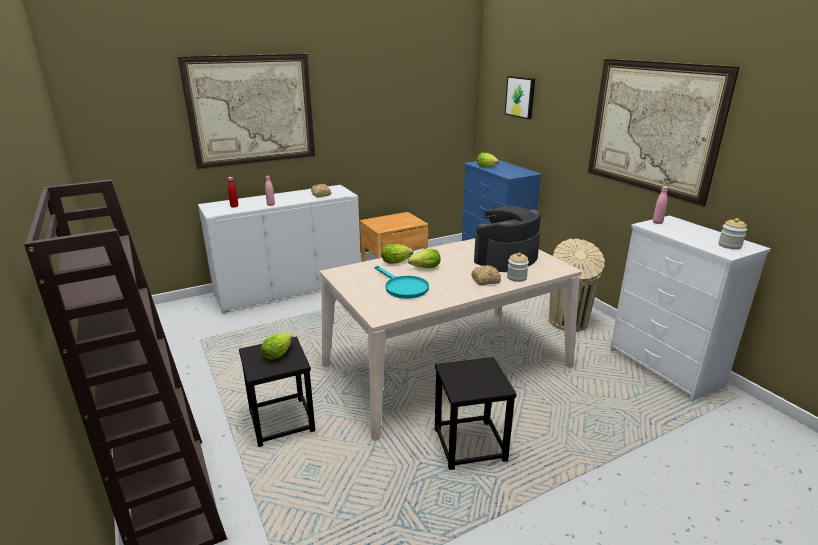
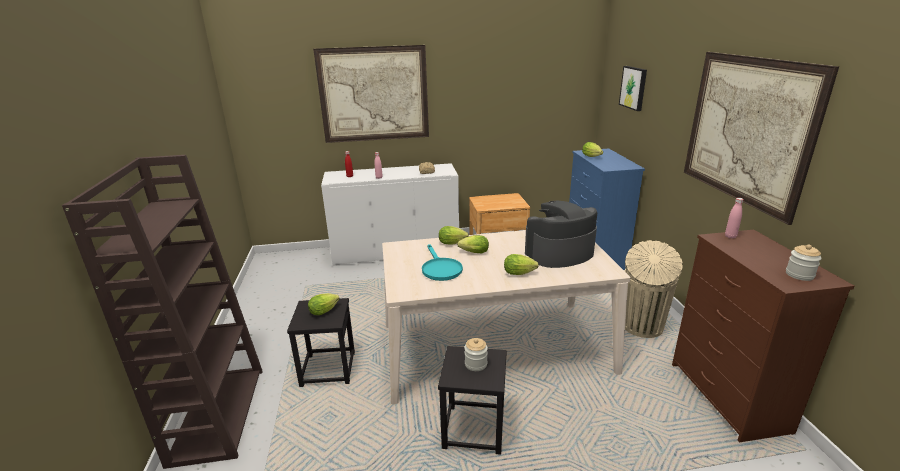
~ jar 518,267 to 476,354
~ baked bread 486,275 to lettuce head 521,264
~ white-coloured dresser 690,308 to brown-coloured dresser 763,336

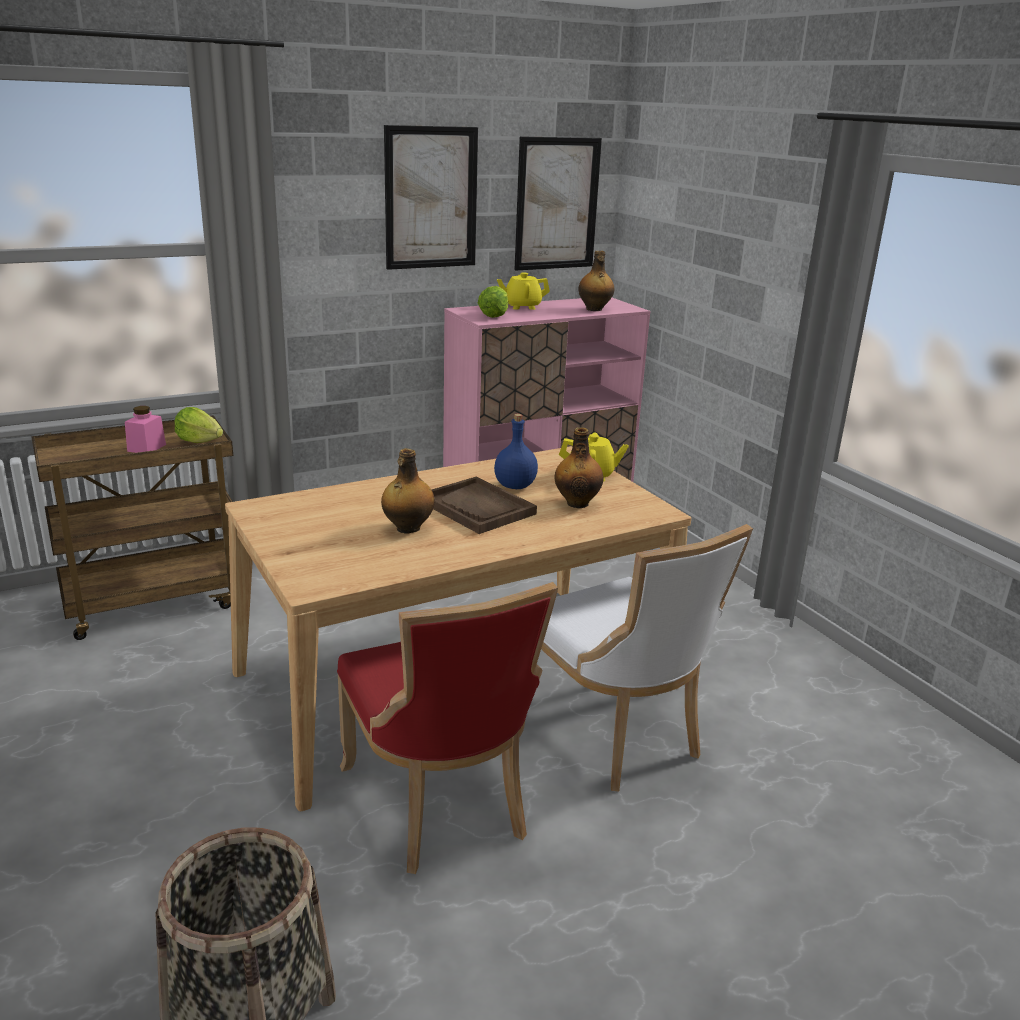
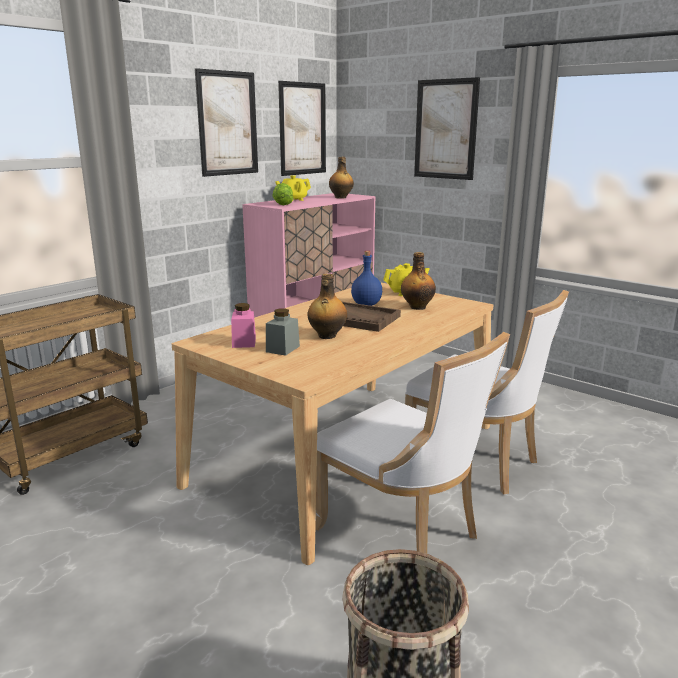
~ pinkish jar 145,429 to 243,325
+ gray jar 283,332
~ red chair 447,728 to white-coloured chair 412,443
+ wall picture 447,128
- lettuce head 198,425

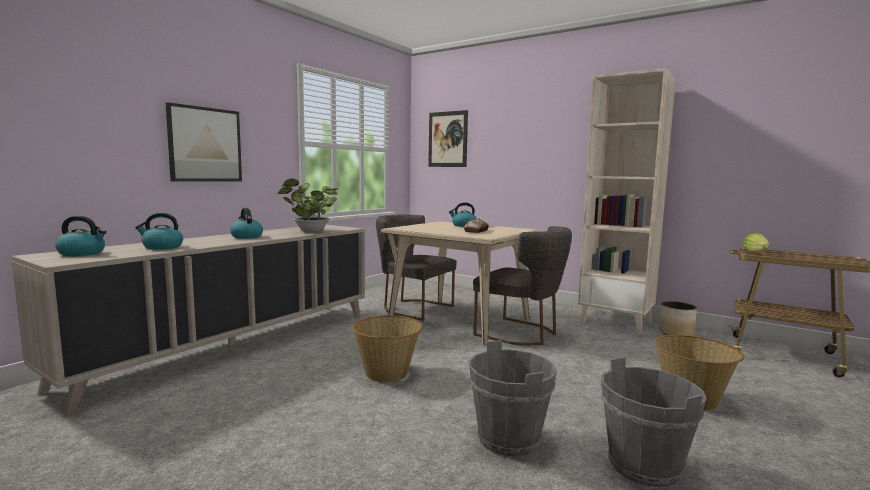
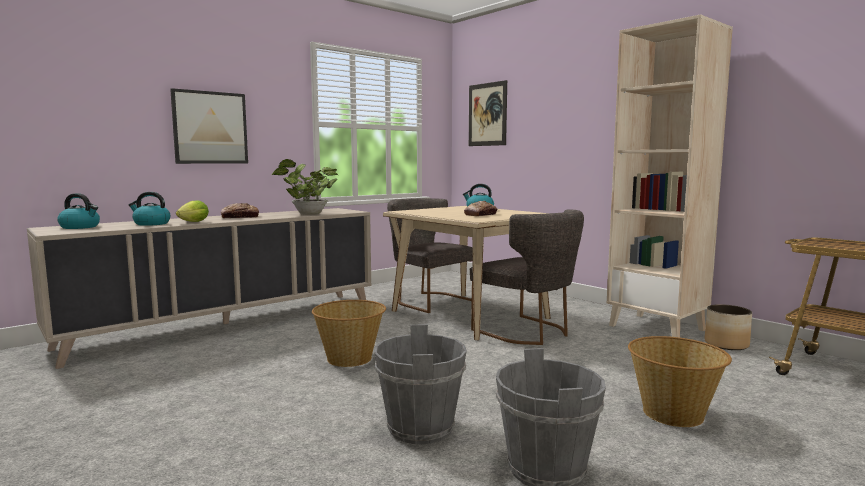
~ lettuce head 756,243 to 192,211
~ tea kettle 246,223 to baked bread 240,210

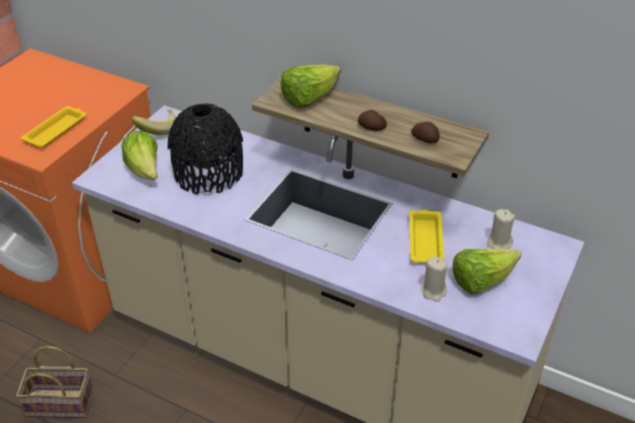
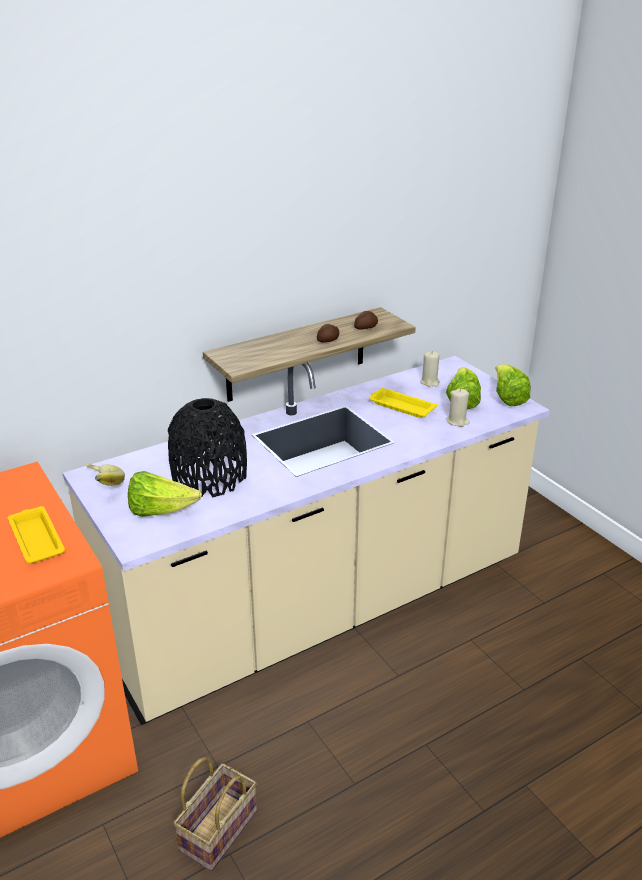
~ lettuce head 311,86 to 513,385

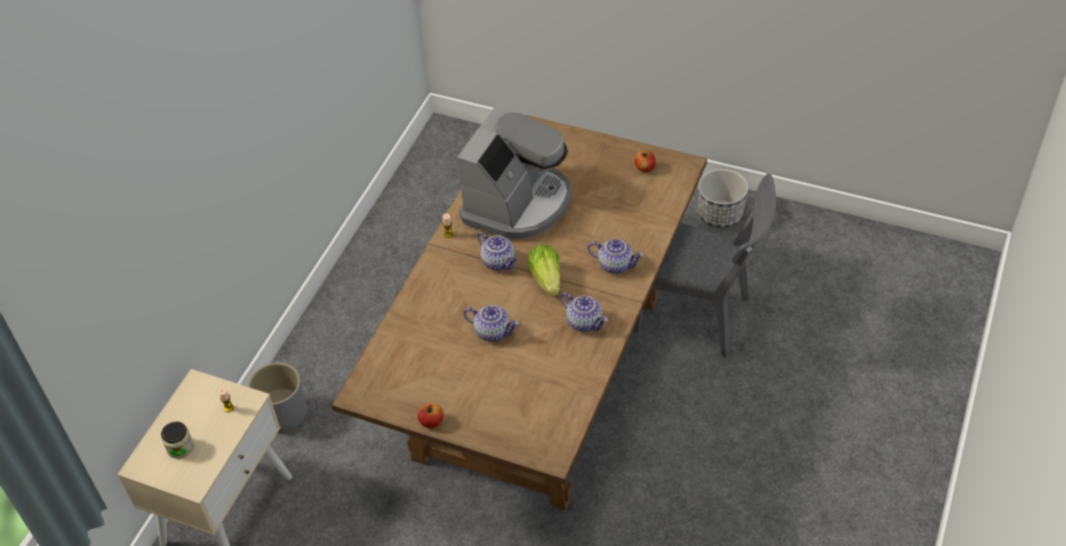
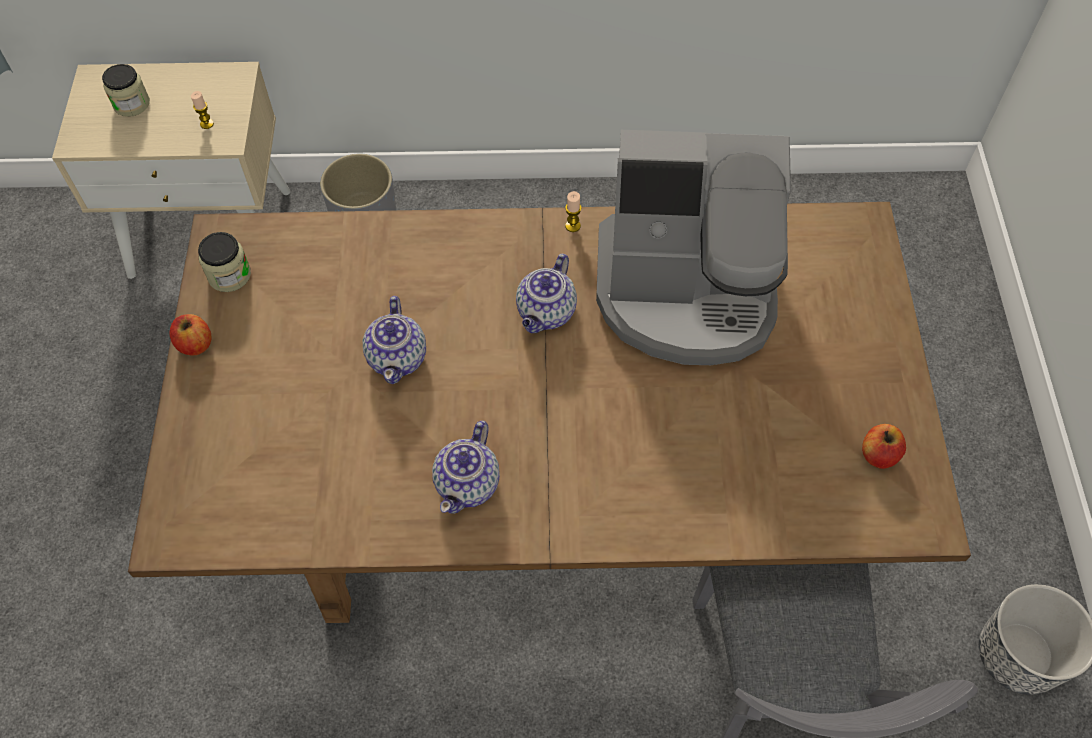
+ jar 224,262
- lettuce head 544,270
- pot for tea 616,256

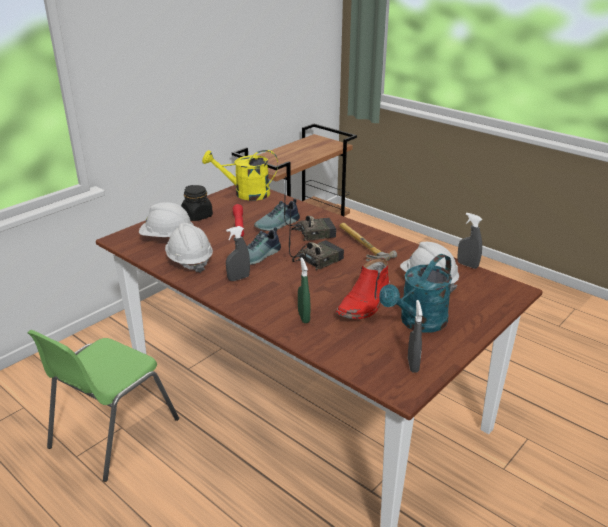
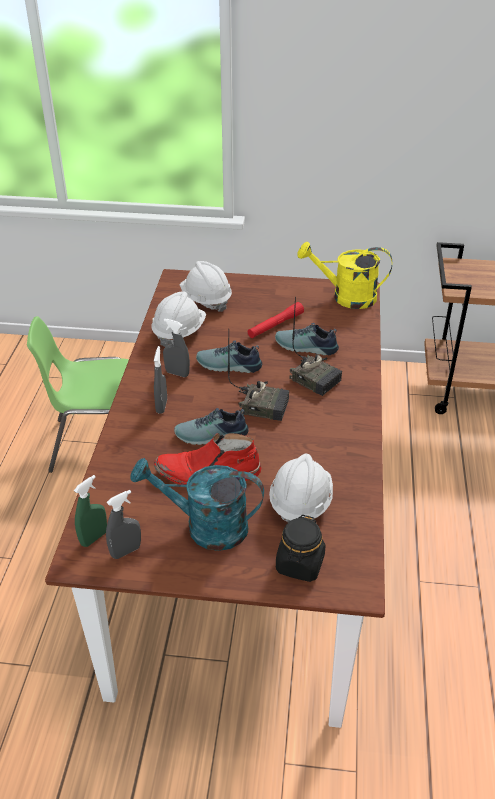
~ greenish hand sprayer 304,290 to 90,511
~ gray hand sprayer 470,241 to 160,380
+ item of footwear 211,426
~ black jar 197,203 to 301,548
~ yellow-coloured sprinkling can 240,175 = 344,275 45 degrees counterclockwise
- hand hammer 368,242

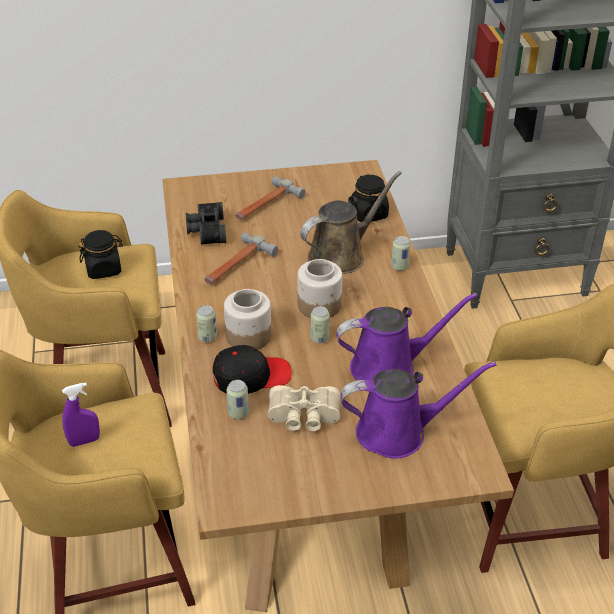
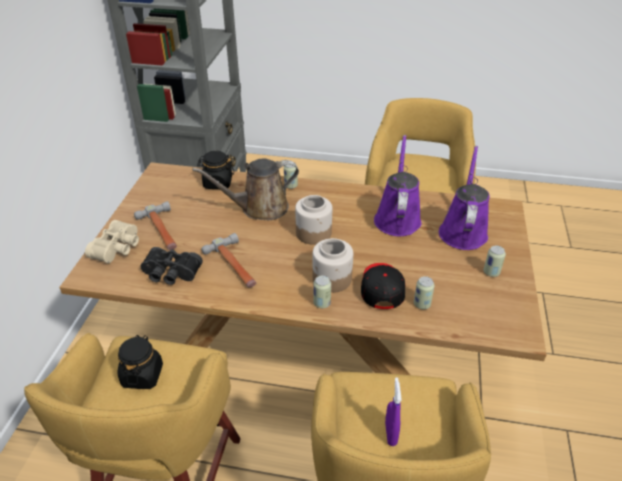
~ beige-coloured field glasses 304,408 to 112,241
~ brown-coloured sprinkling can 351,222 = 245,190 90 degrees counterclockwise
~ metal can 320,324 to 494,261

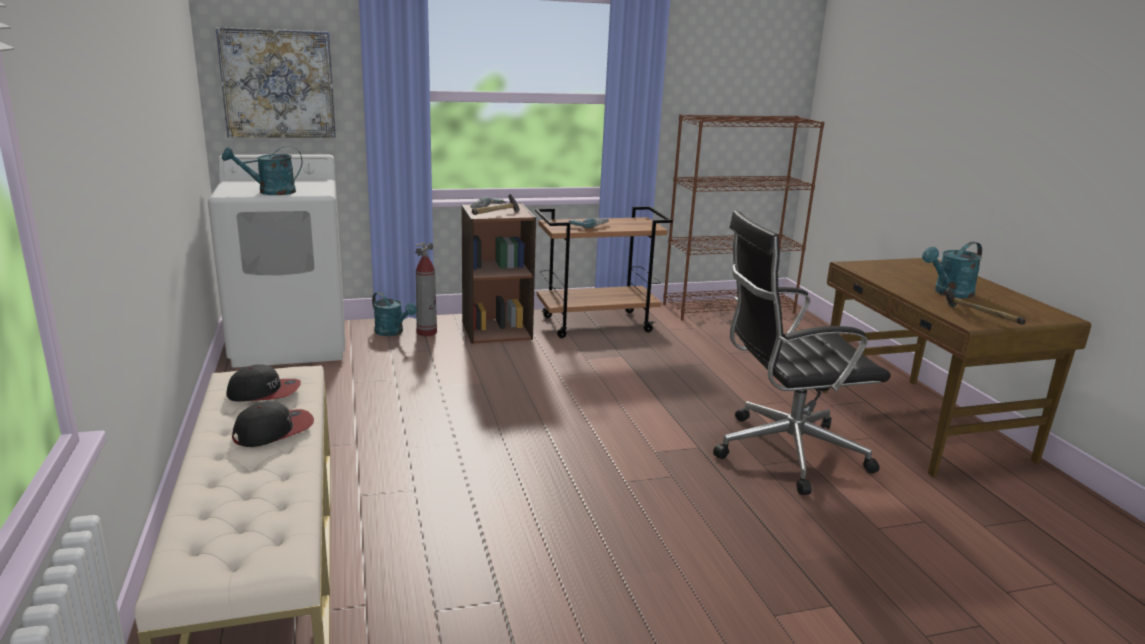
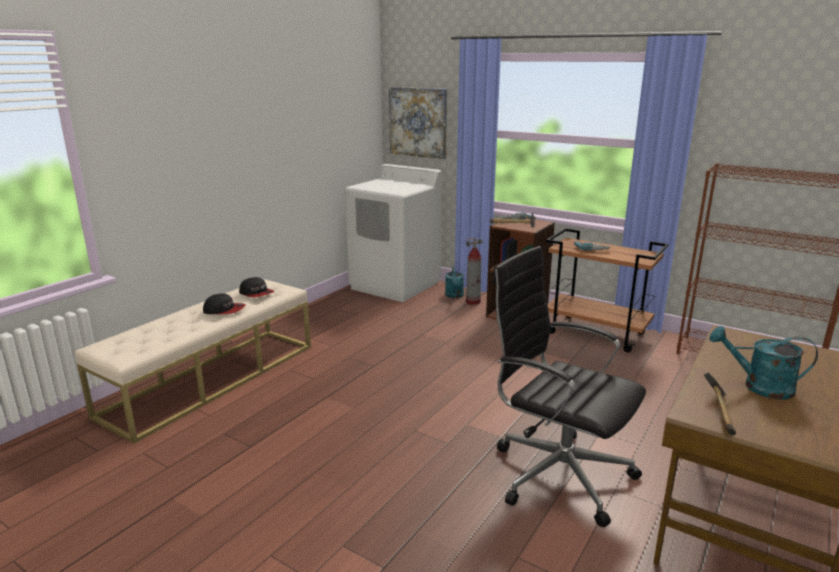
- turquoise sprinkling can 262,170

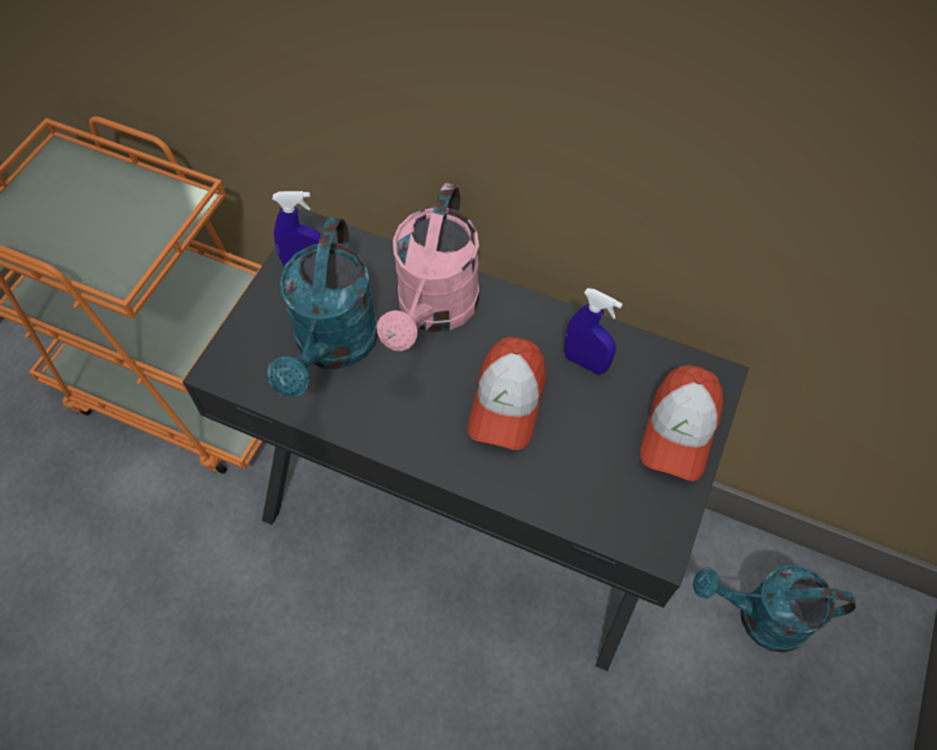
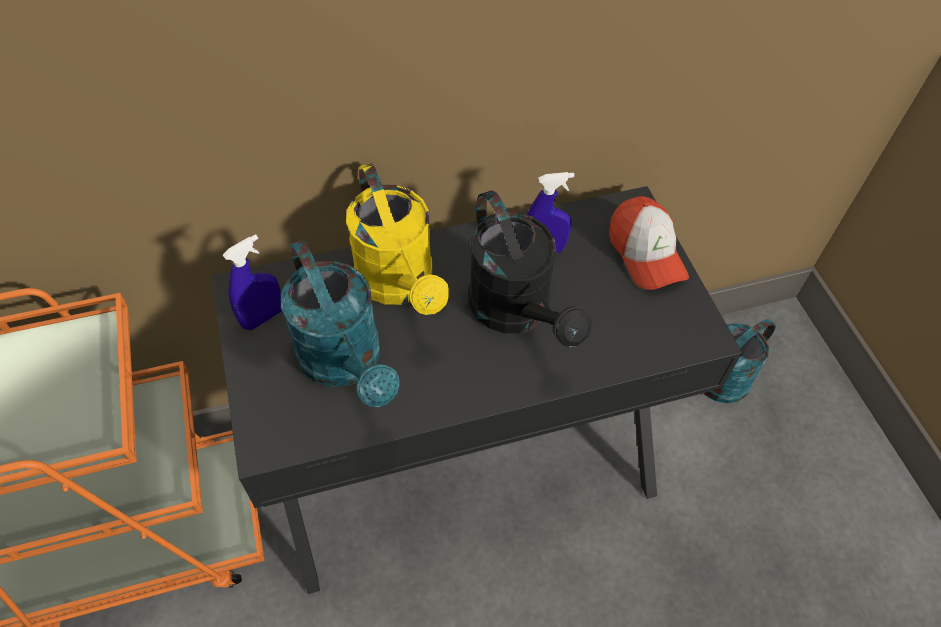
~ pinkish sprinkling can 428,267 to yellow-coloured sprinkling can 397,239
~ cap 507,393 to black sprinkling can 530,268

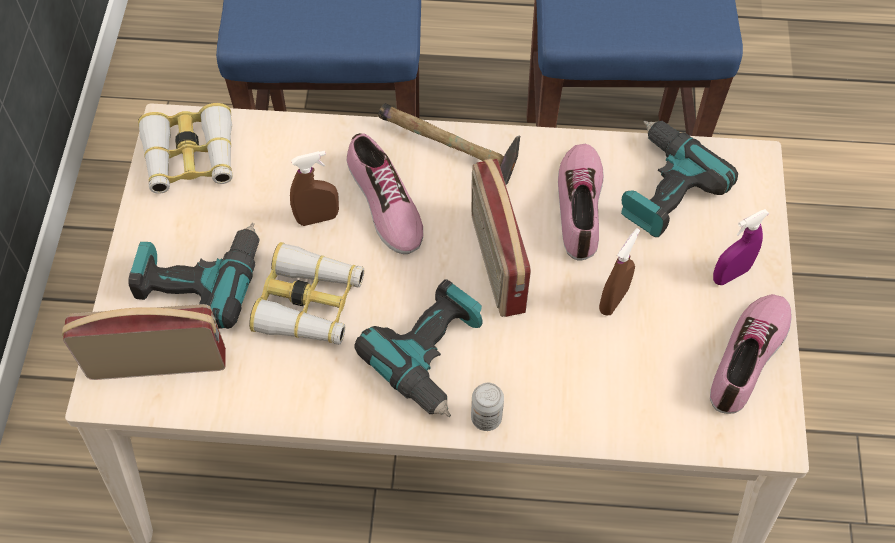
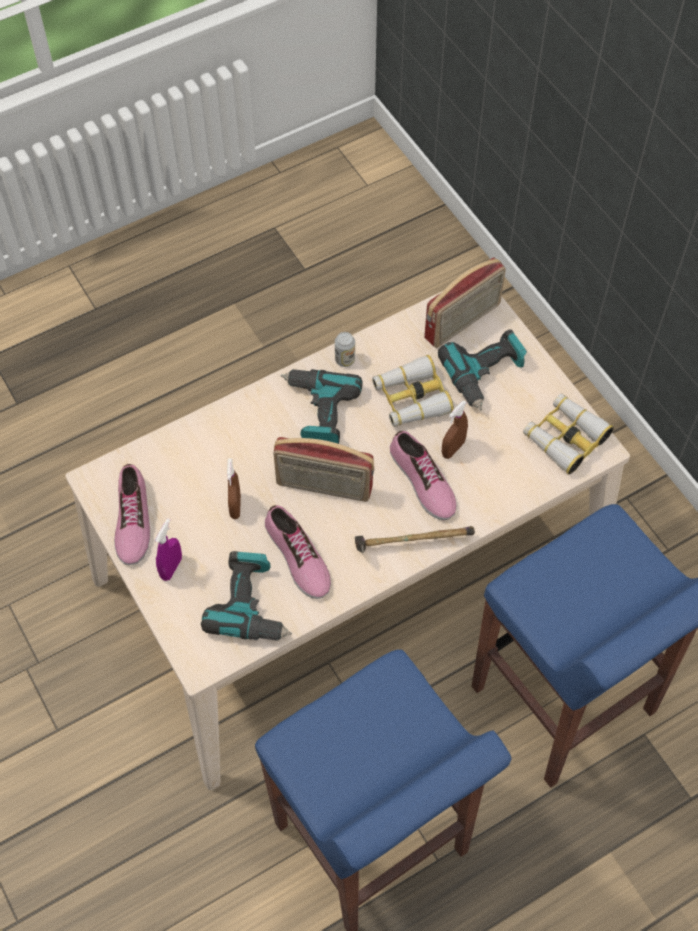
~ radio set 501,238 = 323,469 150 degrees clockwise
~ metal can 487,407 to 345,349
~ item of footwear 385,193 = 423,475 150 degrees counterclockwise

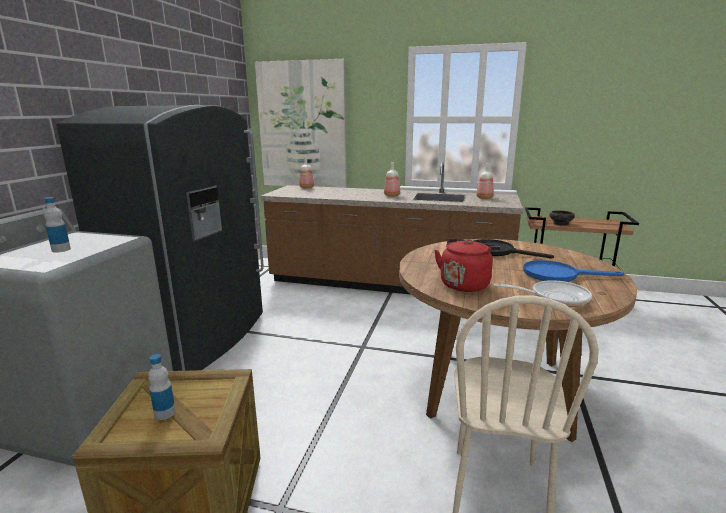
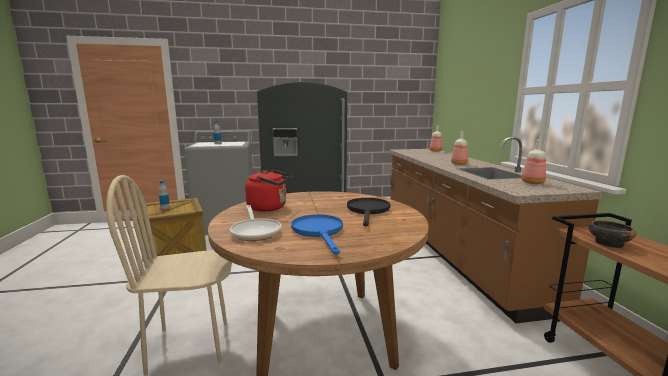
- wall picture 301,123

